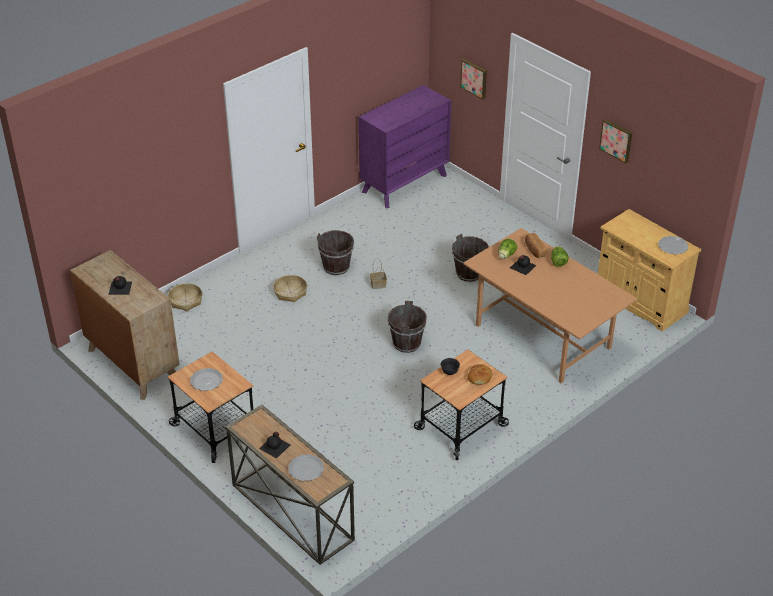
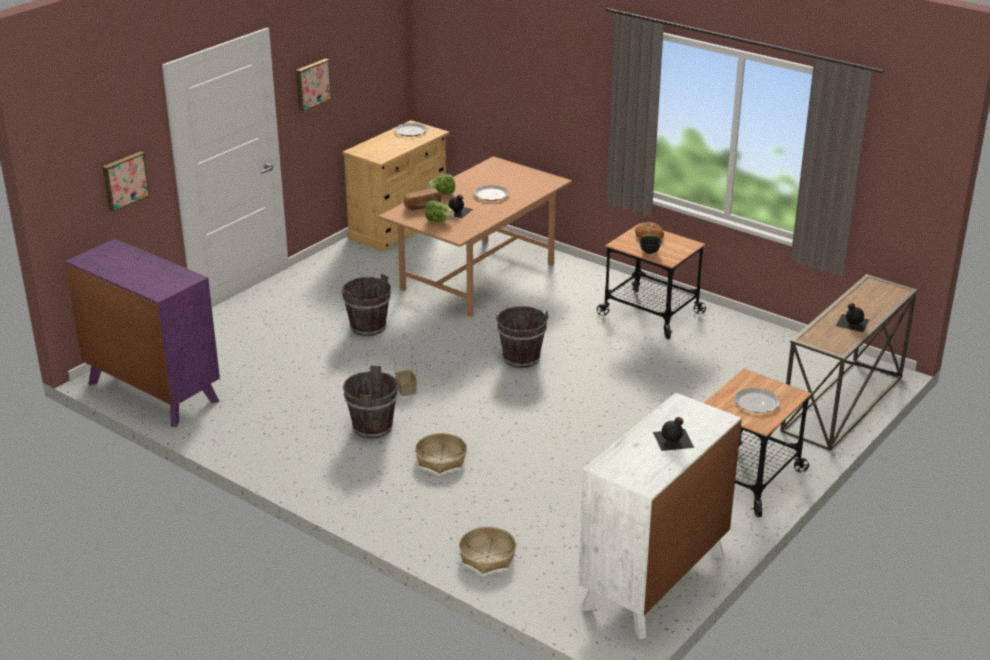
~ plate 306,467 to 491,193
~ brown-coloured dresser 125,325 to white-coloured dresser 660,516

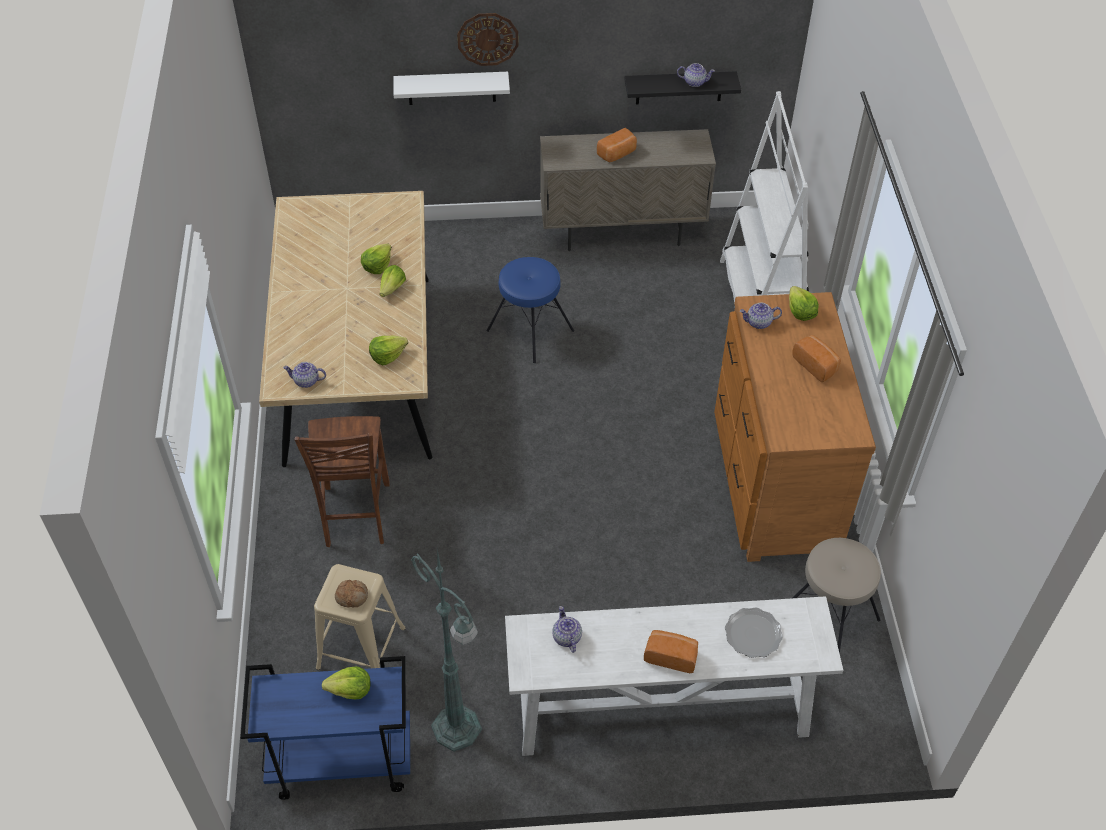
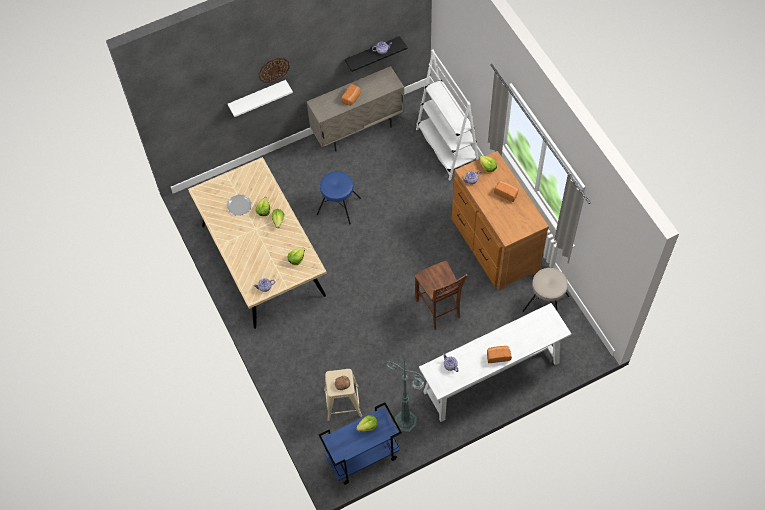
~ plate 754,632 to 239,205
~ brown-coloured chair 342,481 to 441,295

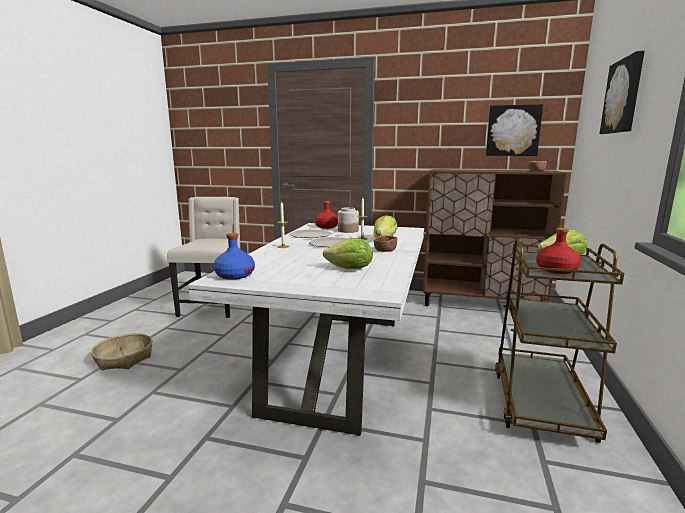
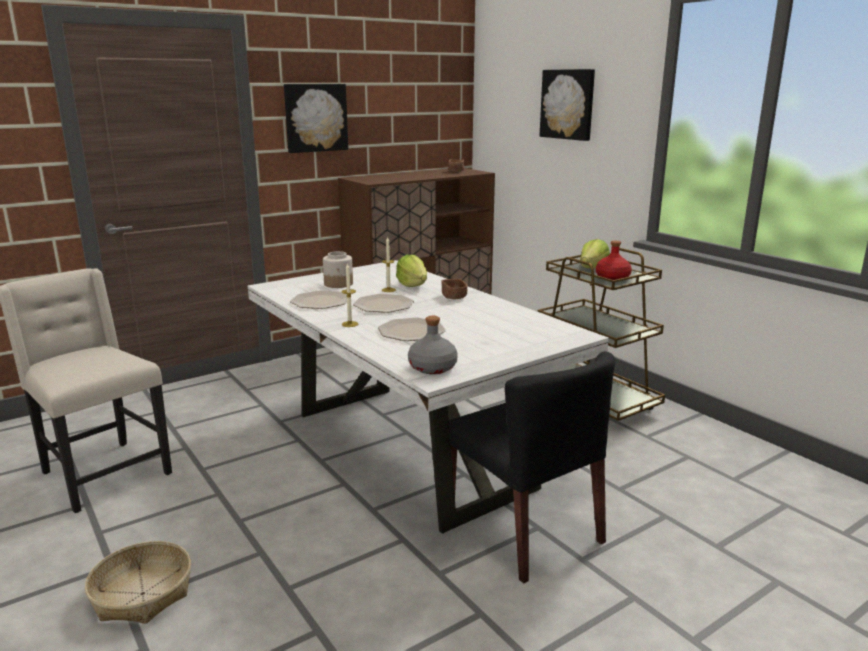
~ wall picture 514,130 to 316,118
+ plate 412,329
~ bluish bottle 234,256 to gray bottle 433,345
+ black chair 532,467
- red bottle 326,215
- lettuce head 348,253

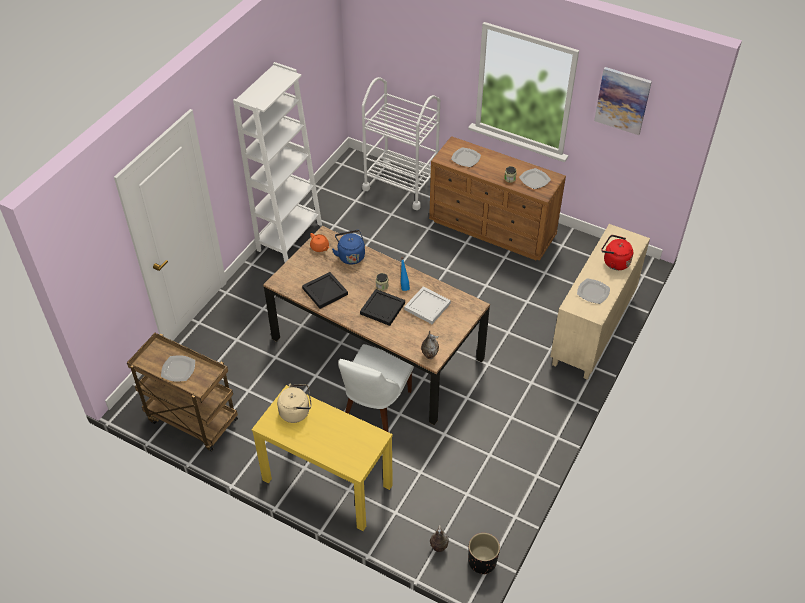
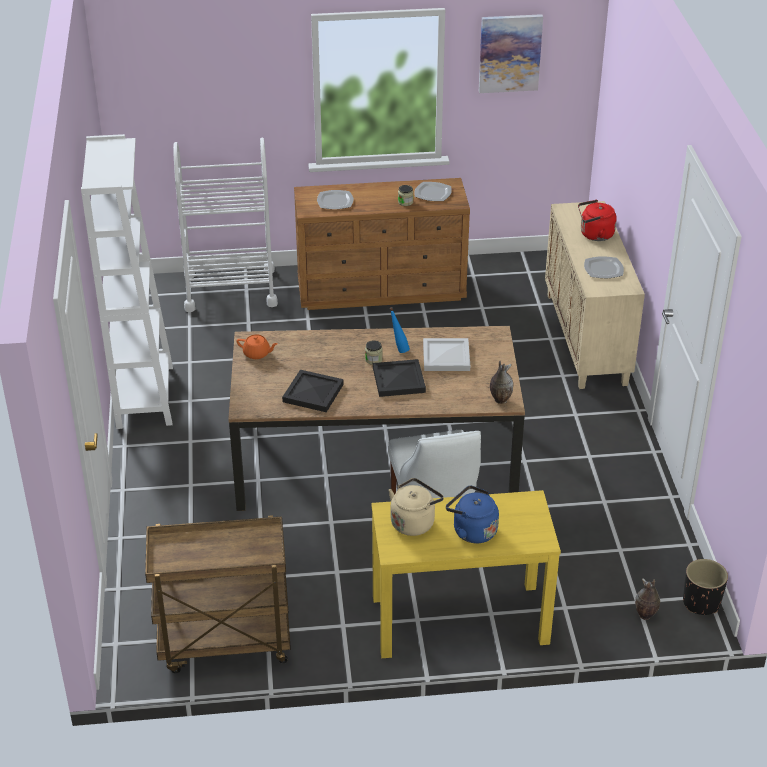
~ bluish tea kettle 348,247 to 472,514
- plate 178,368

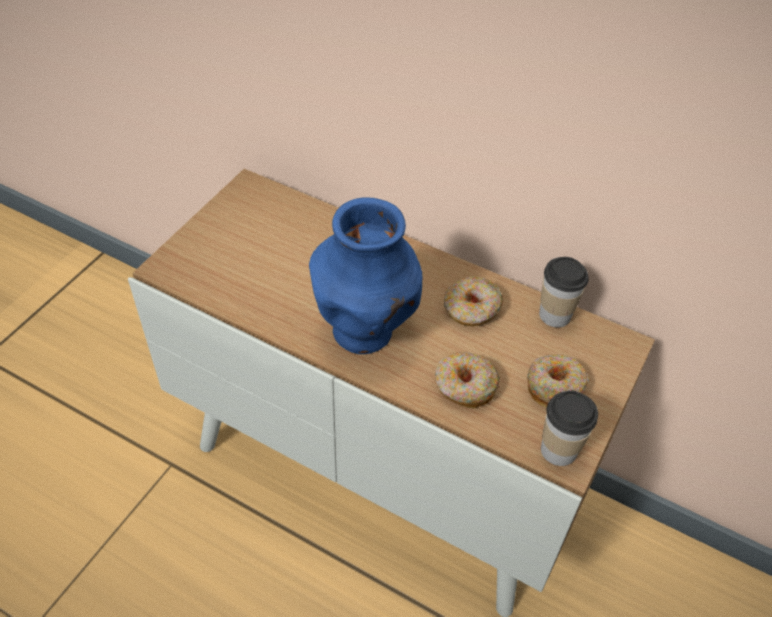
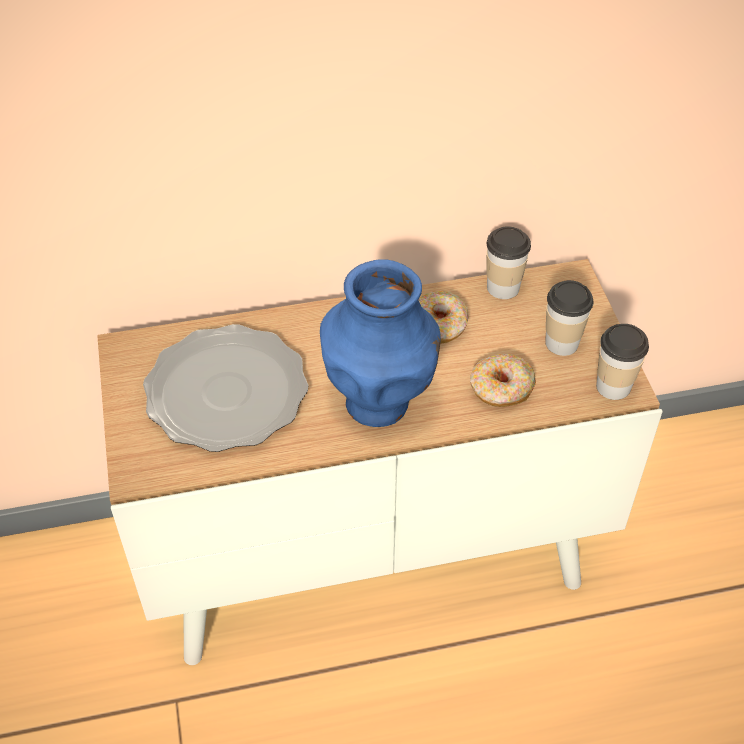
+ plate 225,388
~ ring doughnut 558,381 to small cup 569,318

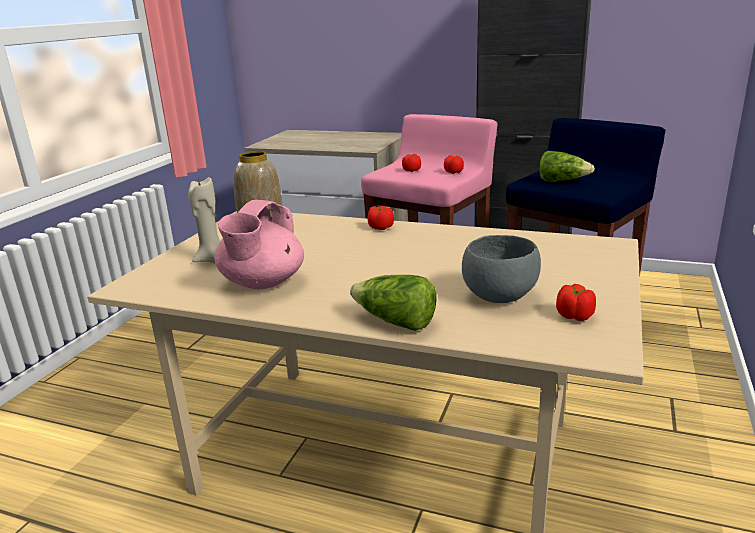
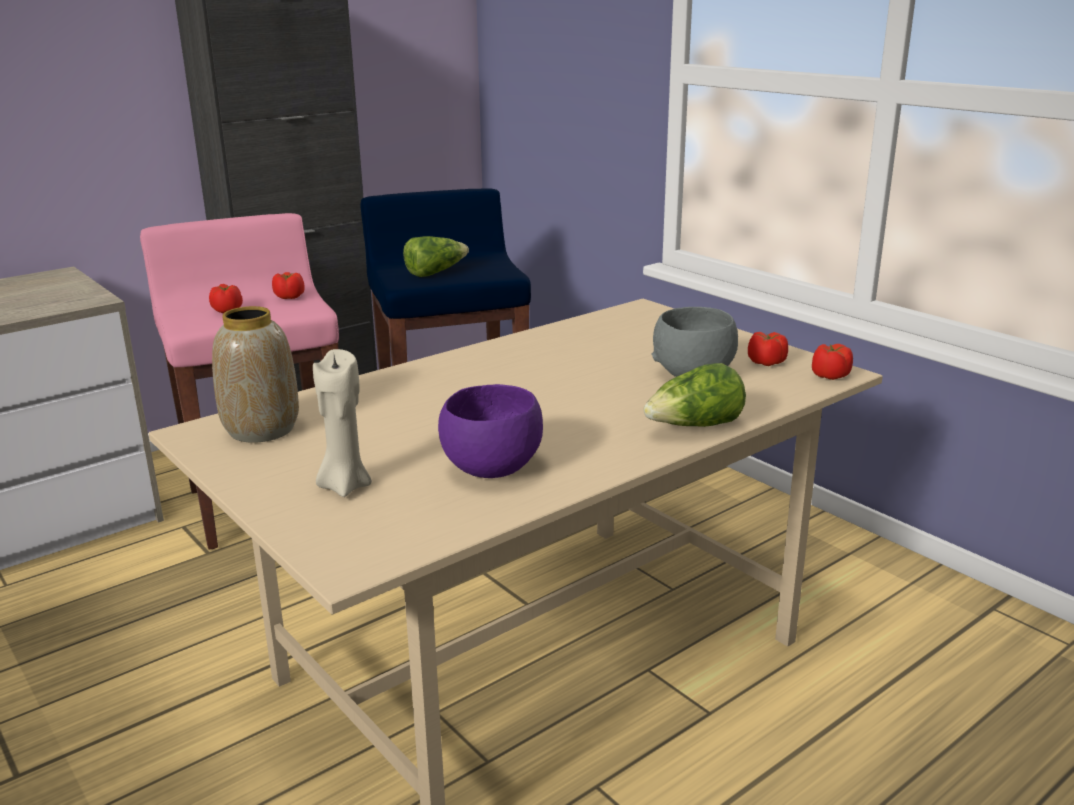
~ pinkish pot for tea 259,244 to purple deep dish 490,431
~ tomato 381,218 to 832,362

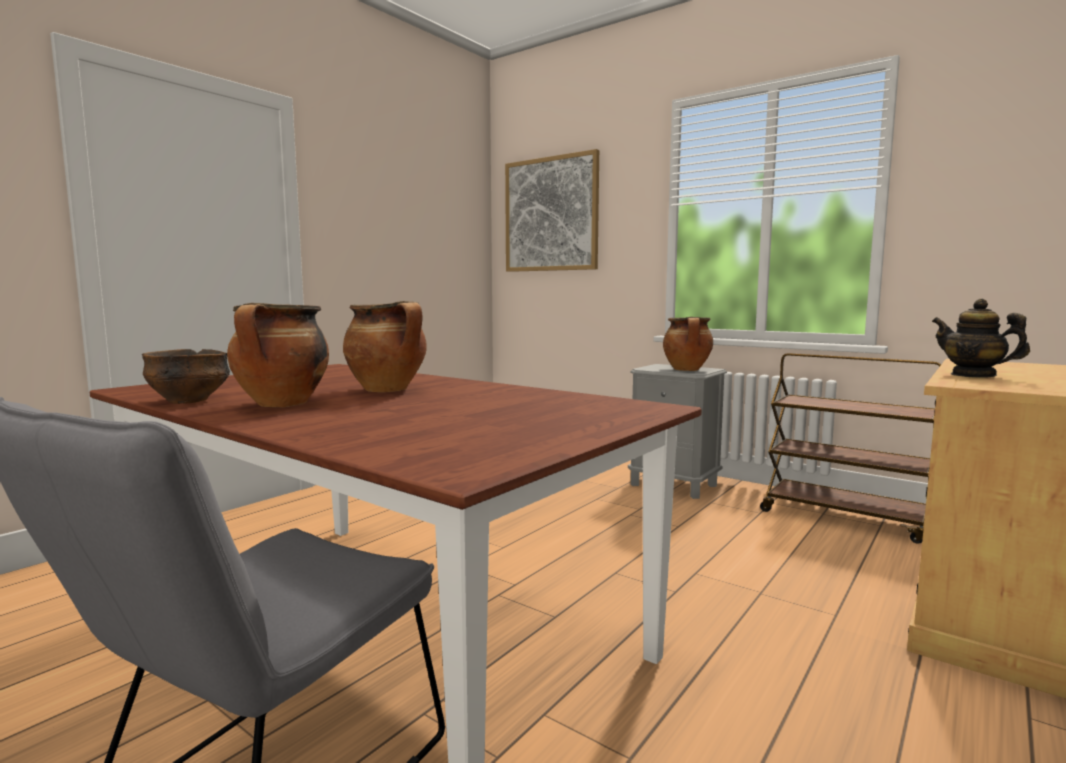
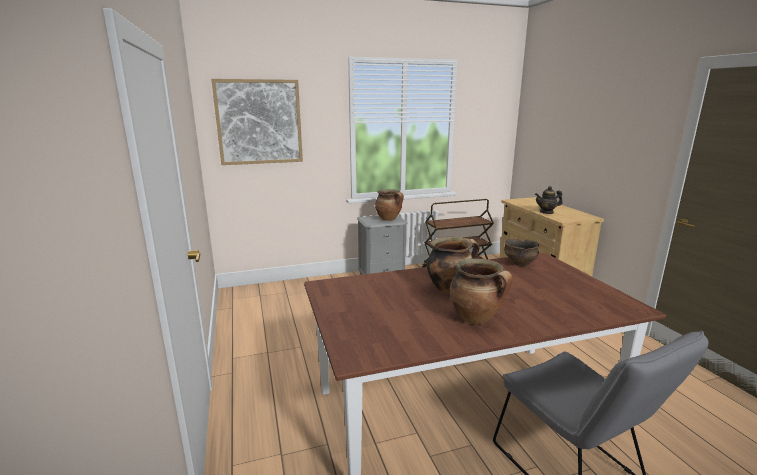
~ deep dish 185,376 to 521,252

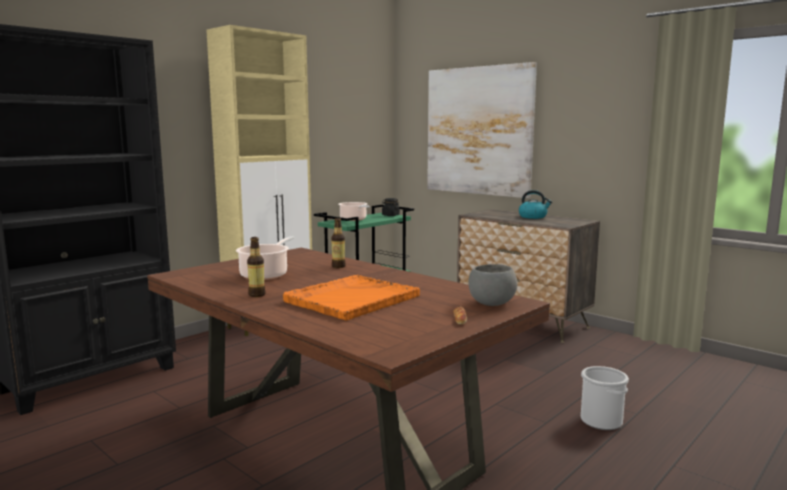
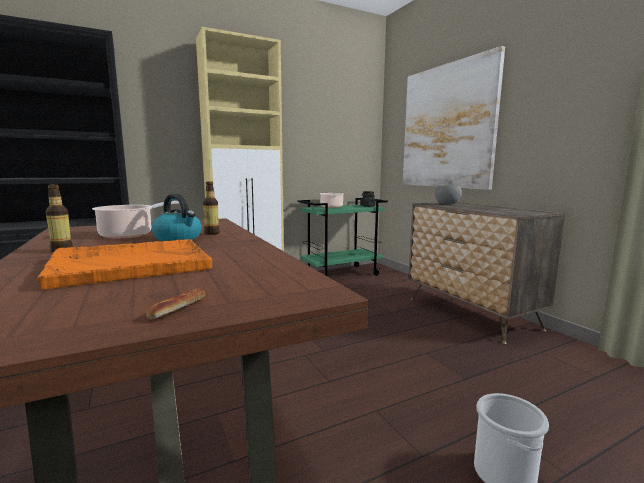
~ tea kettle 535,204 to 177,217
~ gray deep dish 493,285 to 448,195

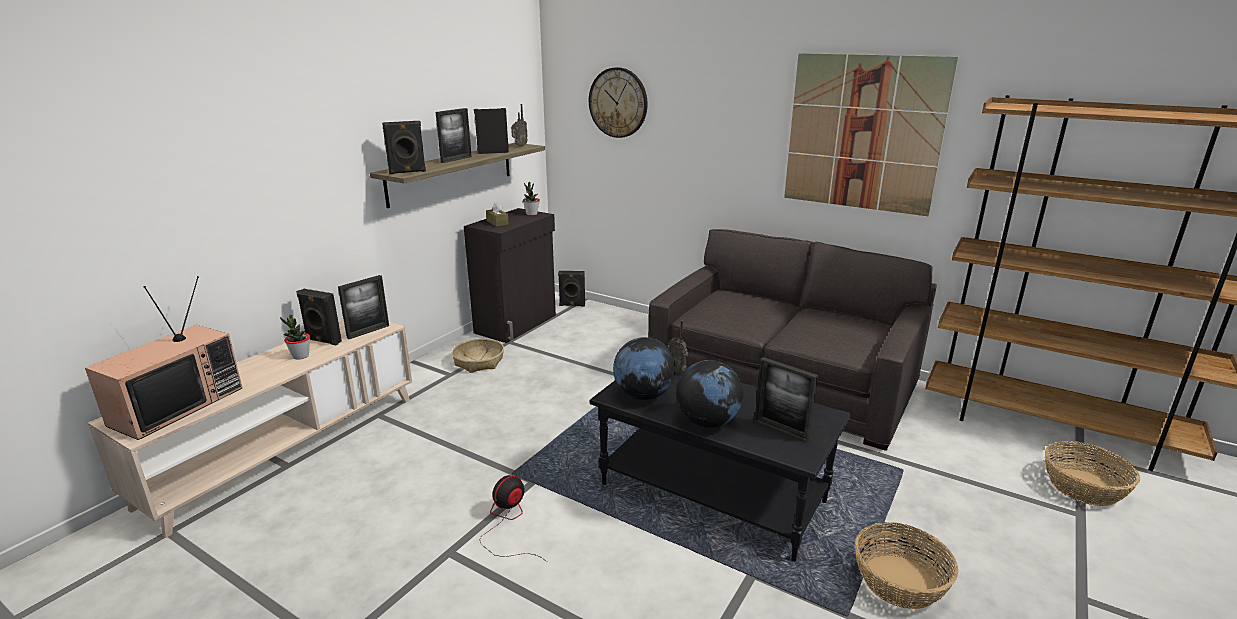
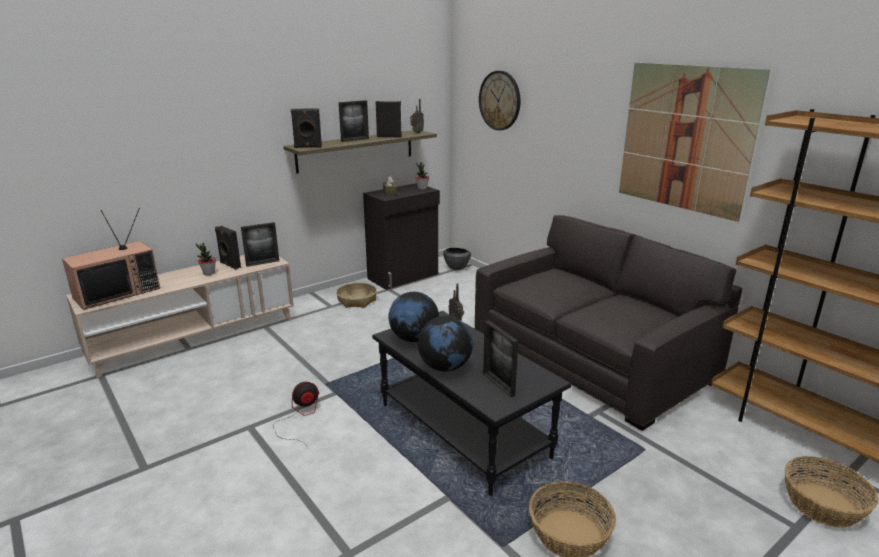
~ black audio speaker 571,288 to deep dish 457,259

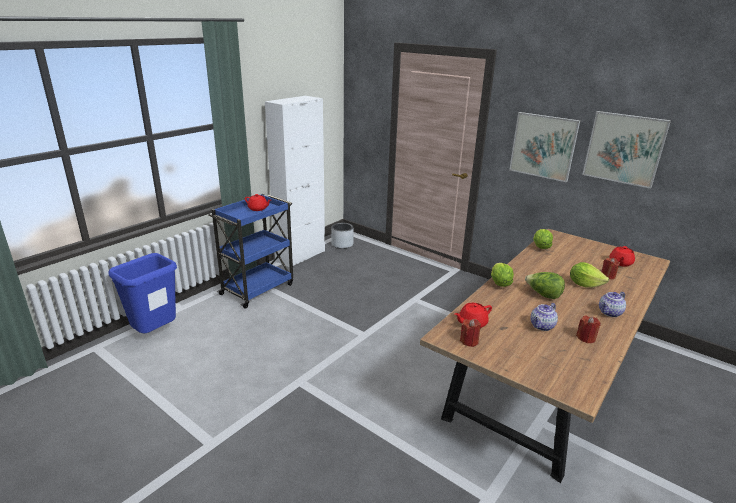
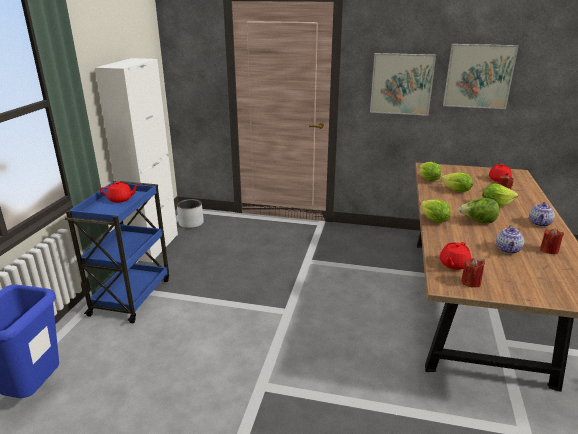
+ lettuce head 457,182

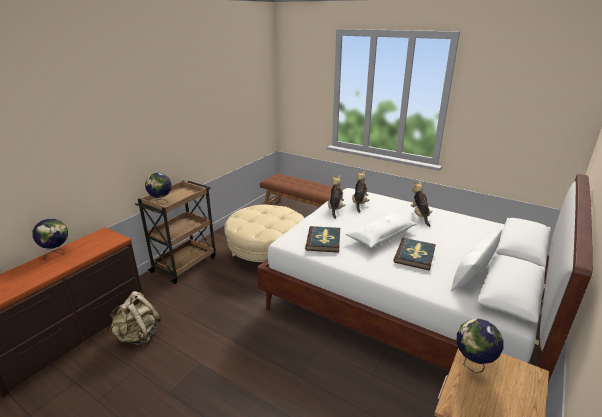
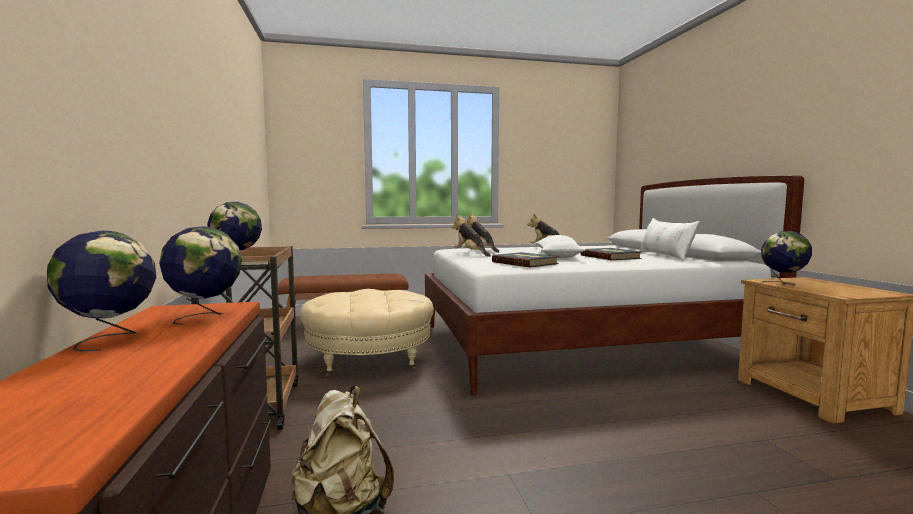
+ desk globe 200,275

